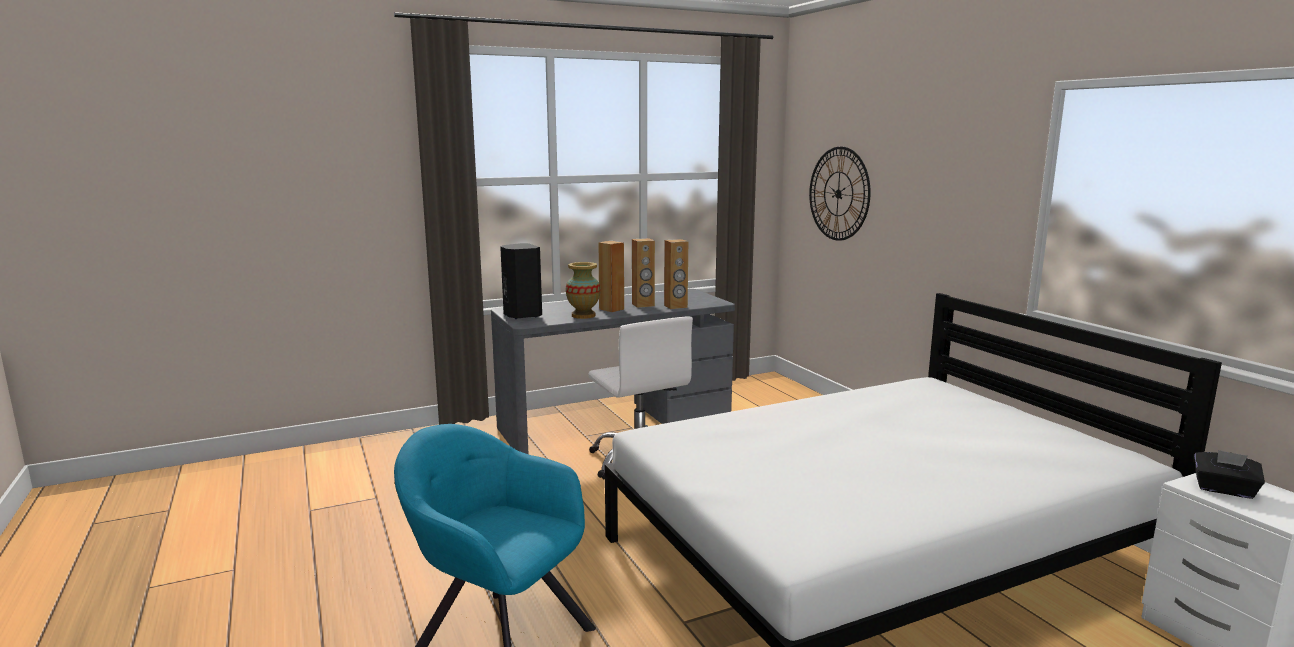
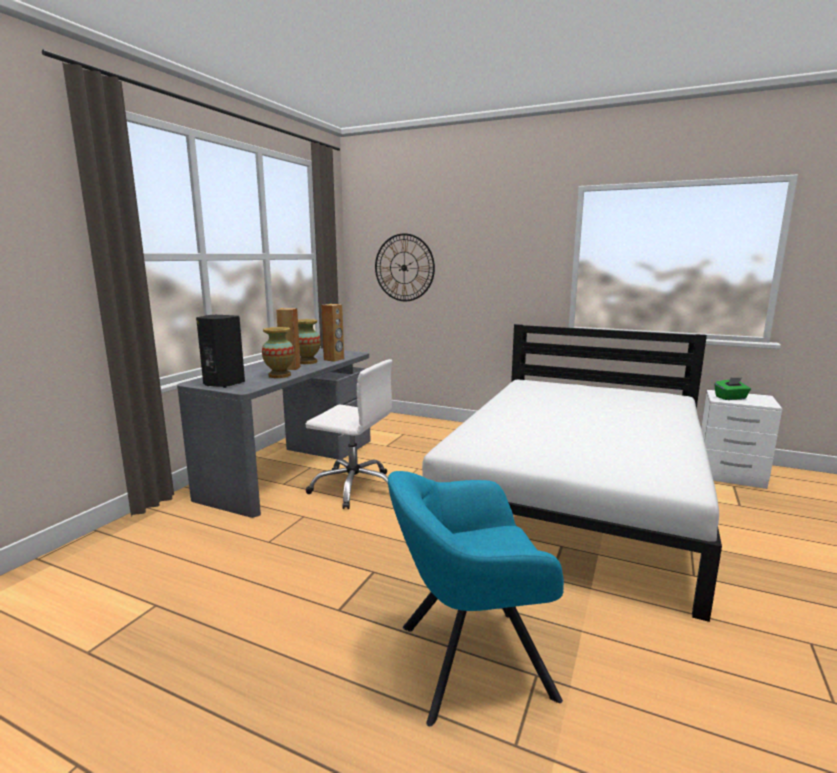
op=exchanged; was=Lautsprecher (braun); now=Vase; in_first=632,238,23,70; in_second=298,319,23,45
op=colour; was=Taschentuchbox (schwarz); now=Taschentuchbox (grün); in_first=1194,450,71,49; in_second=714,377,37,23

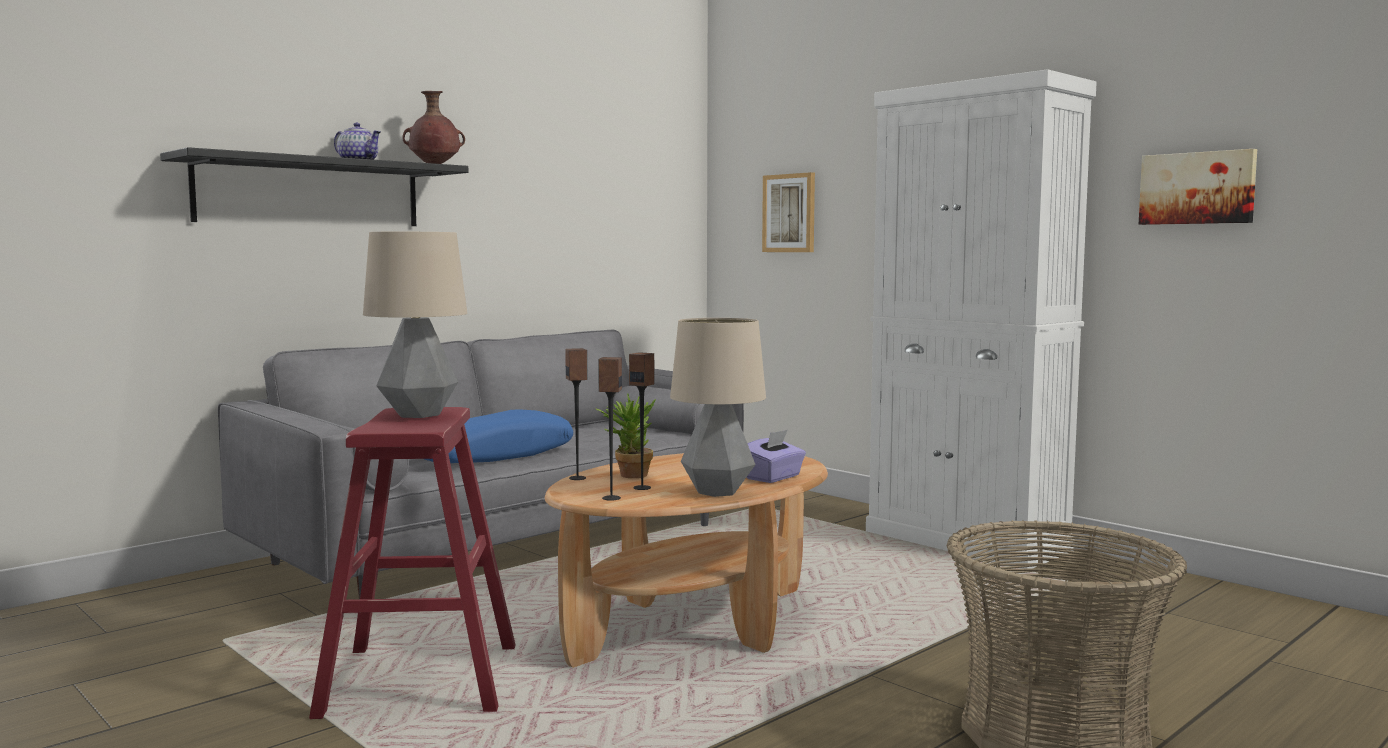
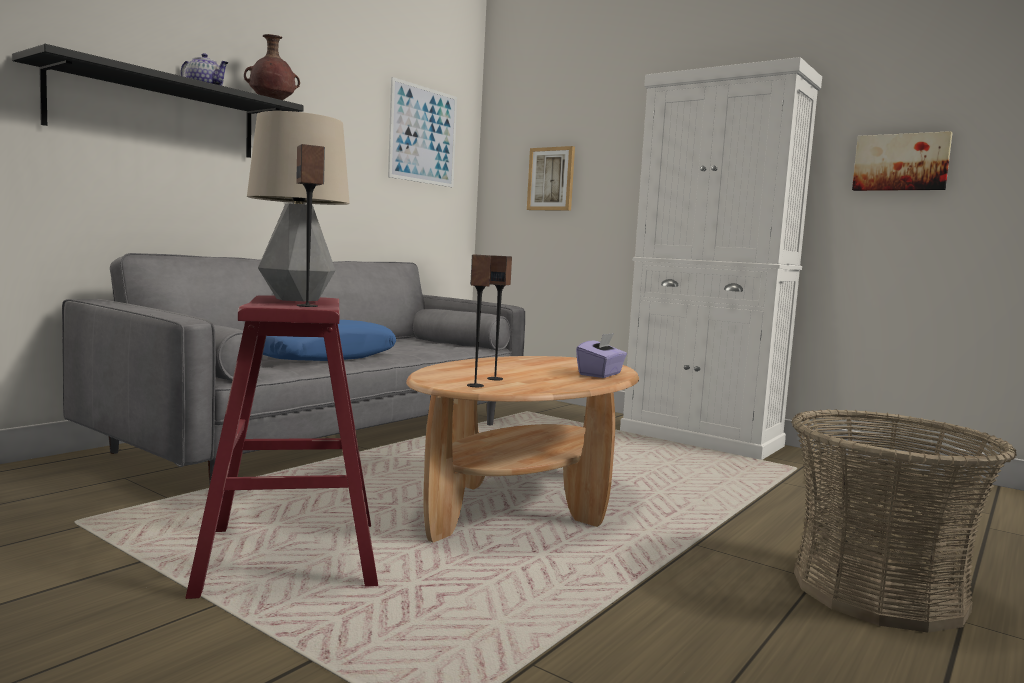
op=relocated; was=Lautsprecher; in_first=565,348,23,132; in_second=296,144,29,163
op=appeared; now=Bild; in_second=388,77,69,110
op=missing; was=Topfpflanze; in_first=596,393,60,85
op=missing; was=Tischlampe; in_first=670,318,96,179

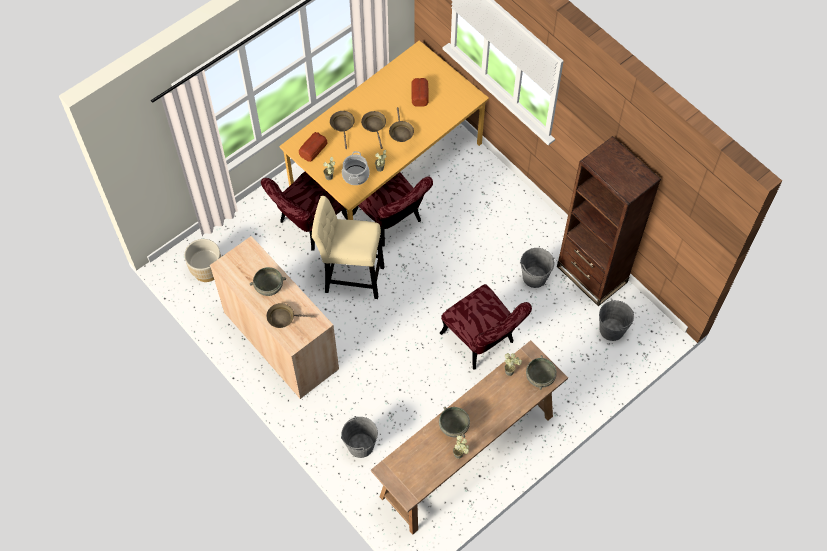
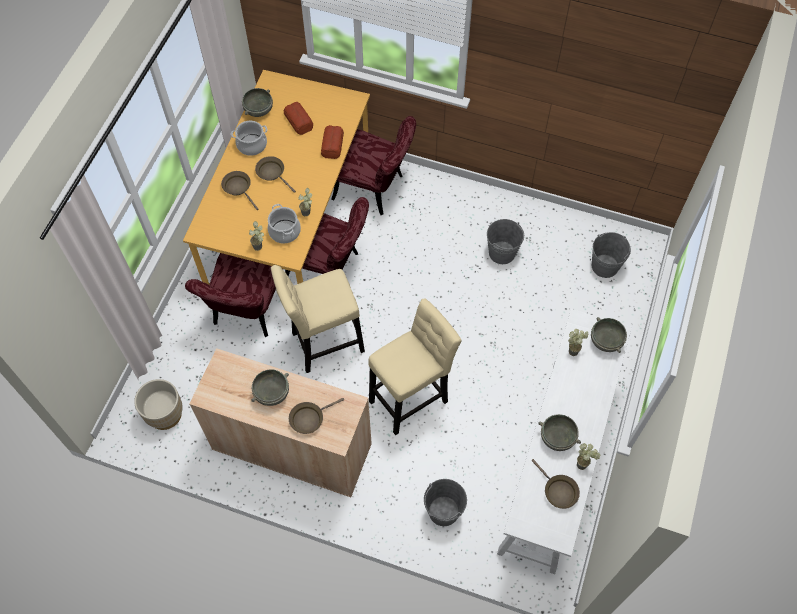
op=appeared; now=Kochtopf; in_second=231,121,36,35
op=appeared; now=Schüssel (grau); in_second=242,88,31,29
op=relocated; was=Brot; in_first=299,132,29,30; in_second=321,125,23,34
op=relocated; was=Stuhl (rot); in_first=440,284,92,86; in_second=331,116,85,99
op=appeared; now=Hocker (beige); in_second=368,298,94,137
op=colour; was=Konsolentisch (braun); now=Konsolentisch (weiß); in_first=371,340,197,195; in_second=497,309,135,265
op=relocated; was=Pfanne (braun); in_first=389,107,25,35; in_second=531,459,49,50
op=missing; was=Bücherregal (braun); in_first=557,136,104,170

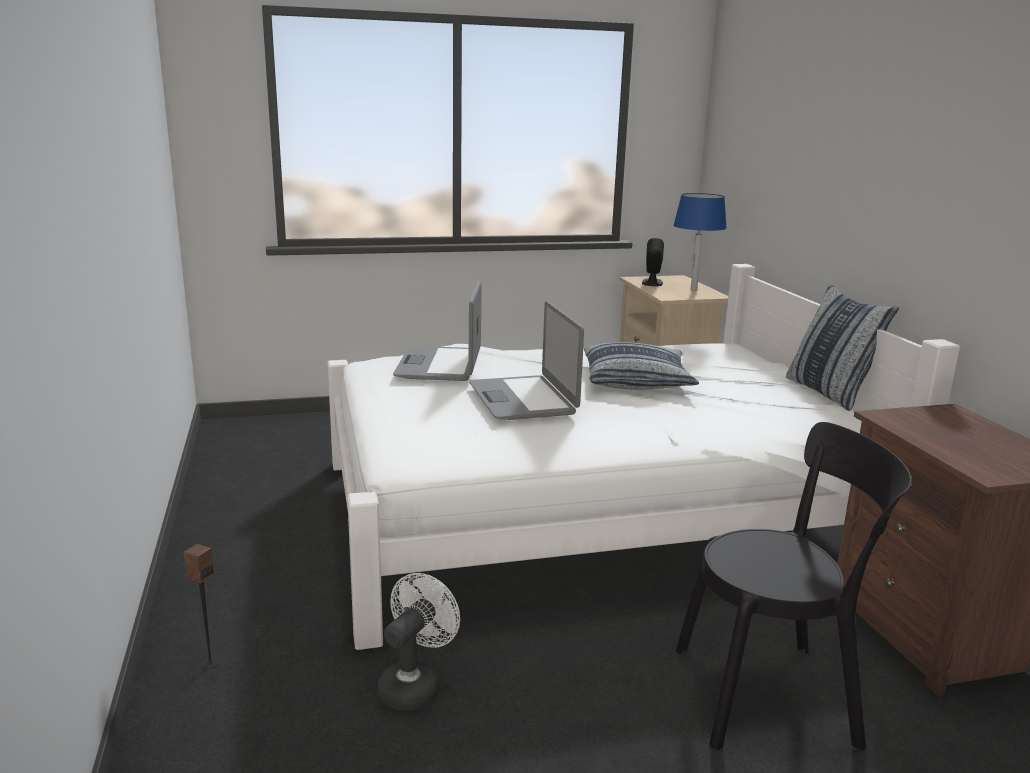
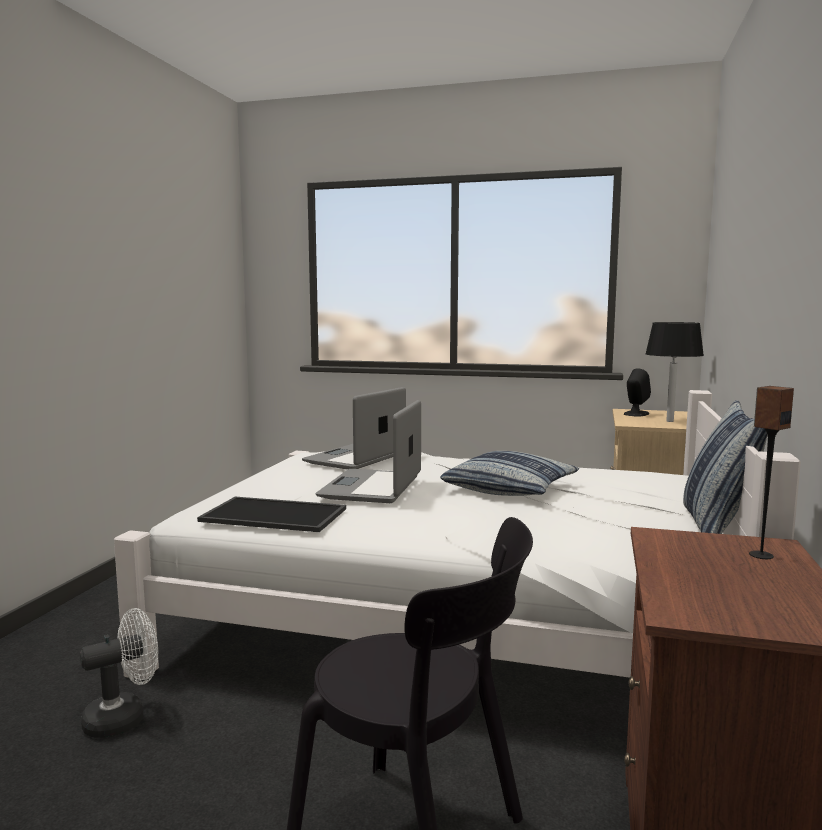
op=appeared; now=Tablett; in_second=197,497,149,35
op=colour; was=Tischlampe (blau); now=Tischlampe (schwarz); in_first=673,193,54,98; in_second=645,322,59,100
op=relocated; was=Lautsprecher; in_first=184,544,35,125; in_second=749,386,45,173

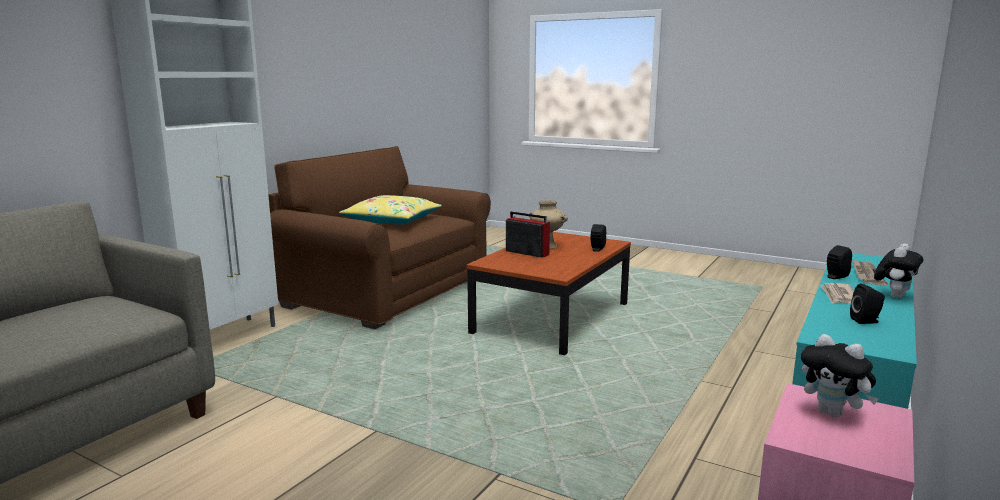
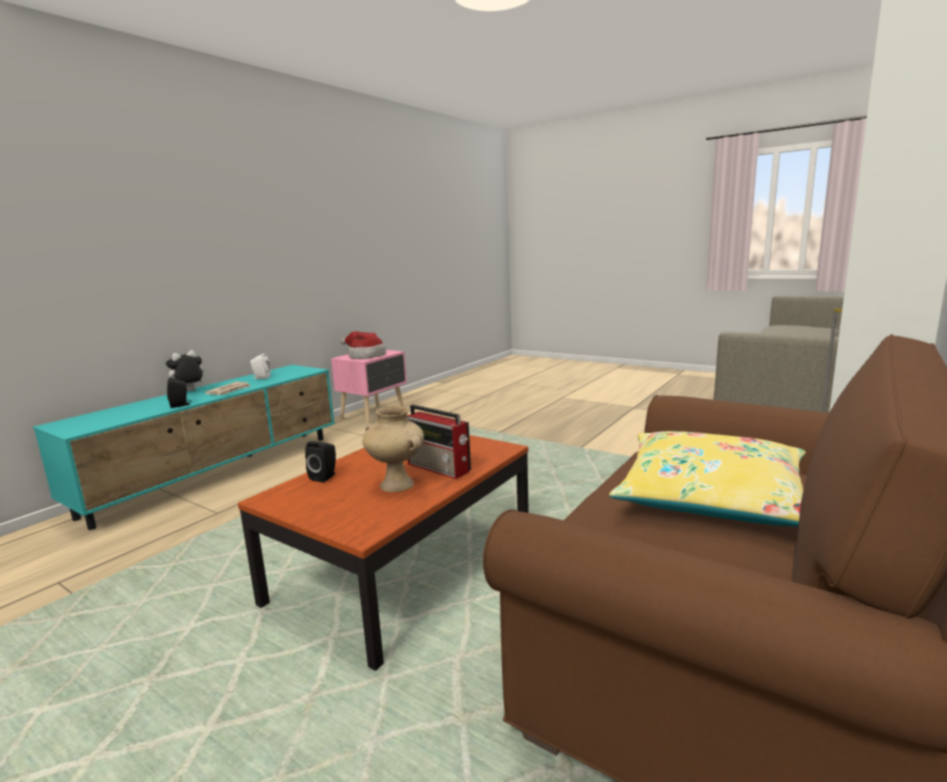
op=colour; was=Lautsprecher (schwarz); now=Lautsprecher (weiß); in_first=850,283,35,41; in_second=250,354,21,25
op=exchanged; was=Plüschtier; now=Hut; in_first=801,334,77,83; in_second=340,331,46,28
op=missing; was=Zeitung; in_first=852,259,36,26

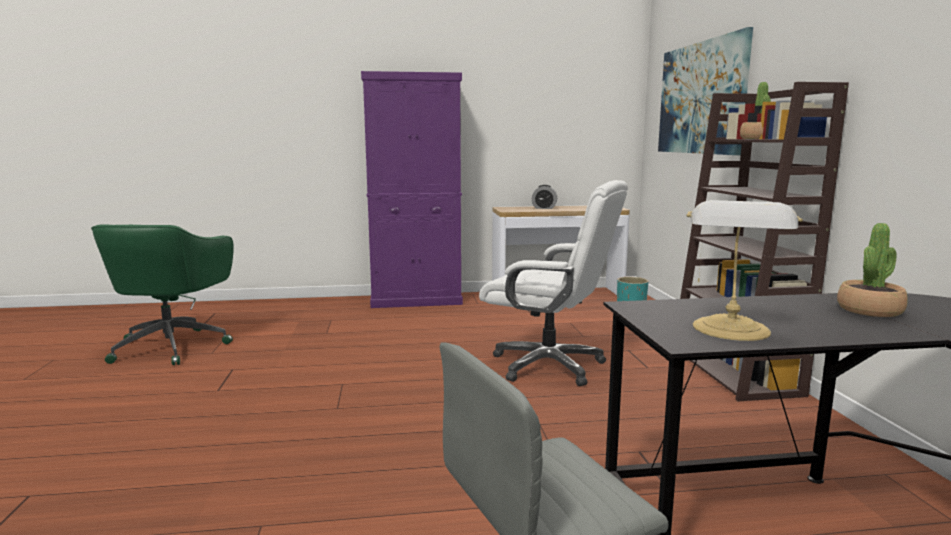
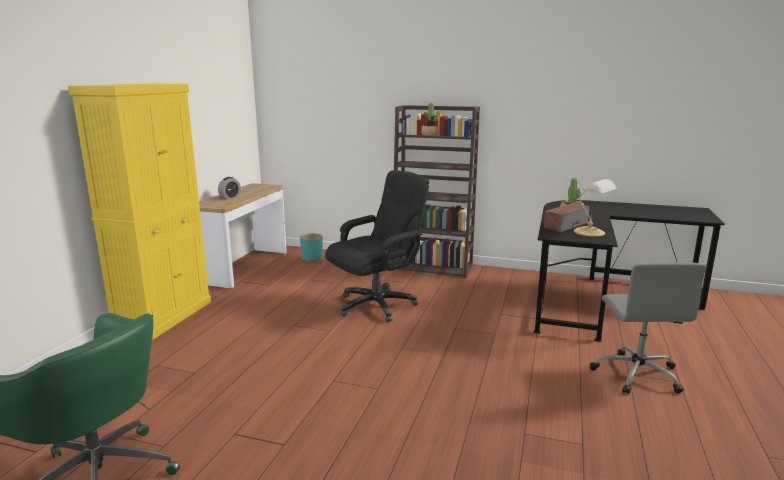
op=colour; was=Schrank (lila); now=Schrank (gelb); in_first=361,71,102,237; in_second=68,84,143,256
op=colour; was=Bürostuhl (weiß); now=Bürostuhl (schwarz); in_first=479,180,149,206; in_second=325,170,104,152
op=appeared; now=Lautsprecher; in_second=544,203,45,29
op=missing; was=Bild; in_first=658,27,95,128

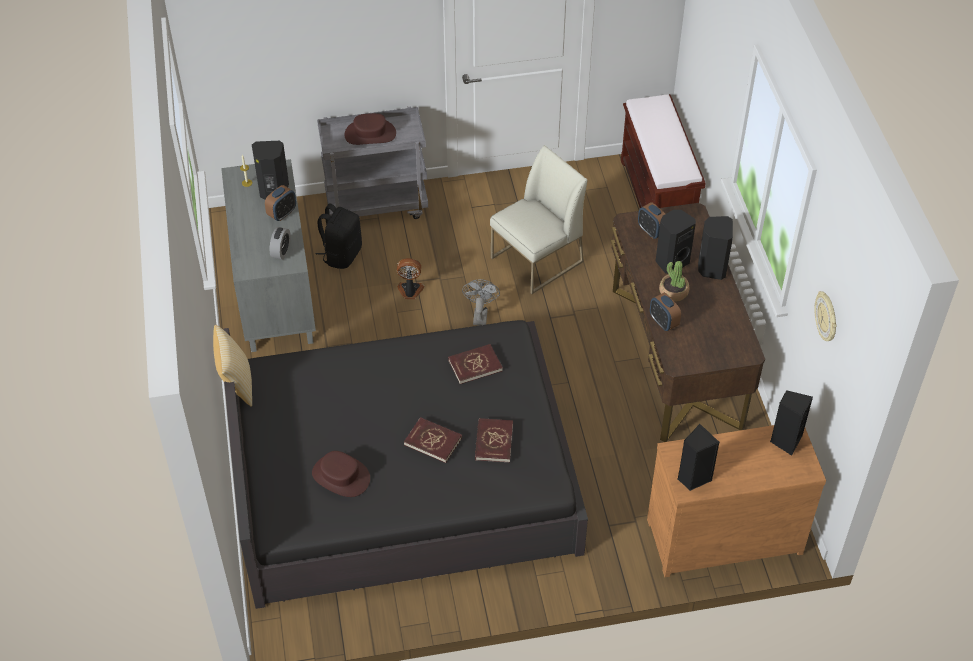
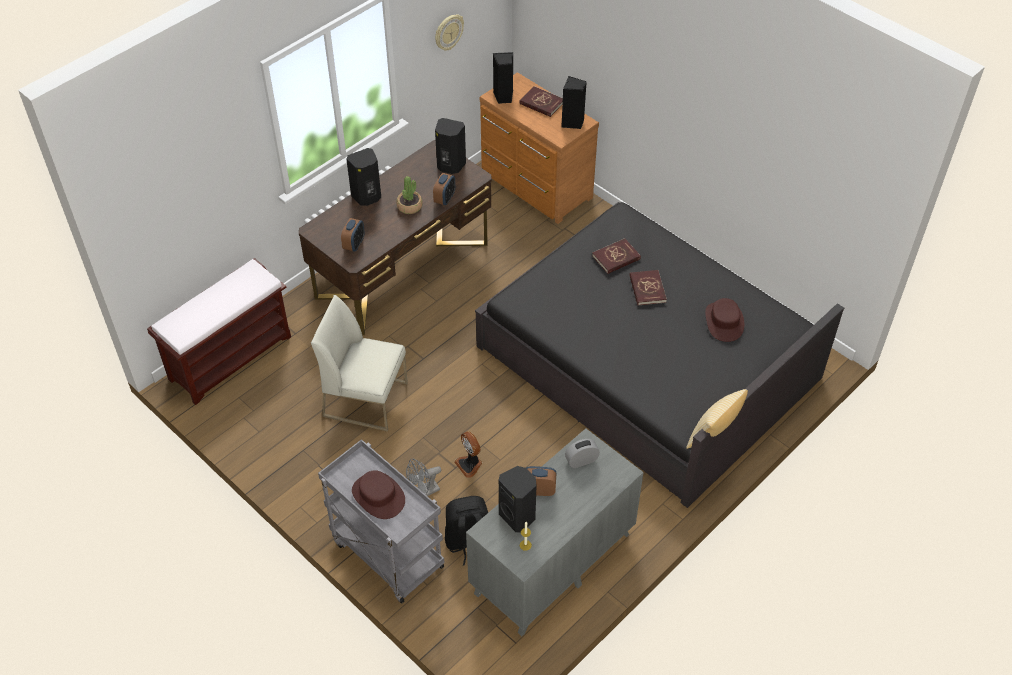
op=relocated; was=Ventilator (grau); in_first=462,279,38,46; in_second=406,459,35,37
op=relocated; was=Lautsprecher (schwarz); in_first=656,210,40,64; in_second=435,118,31,56
op=relocated; was=Buch (rot); in_first=448,344,55,40; in_second=519,86,44,31

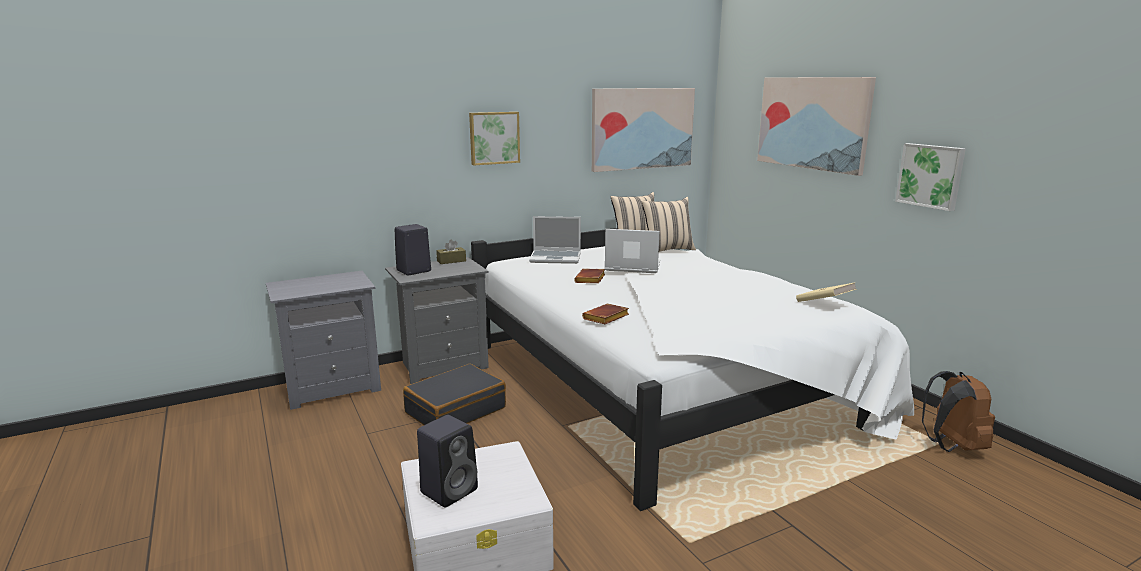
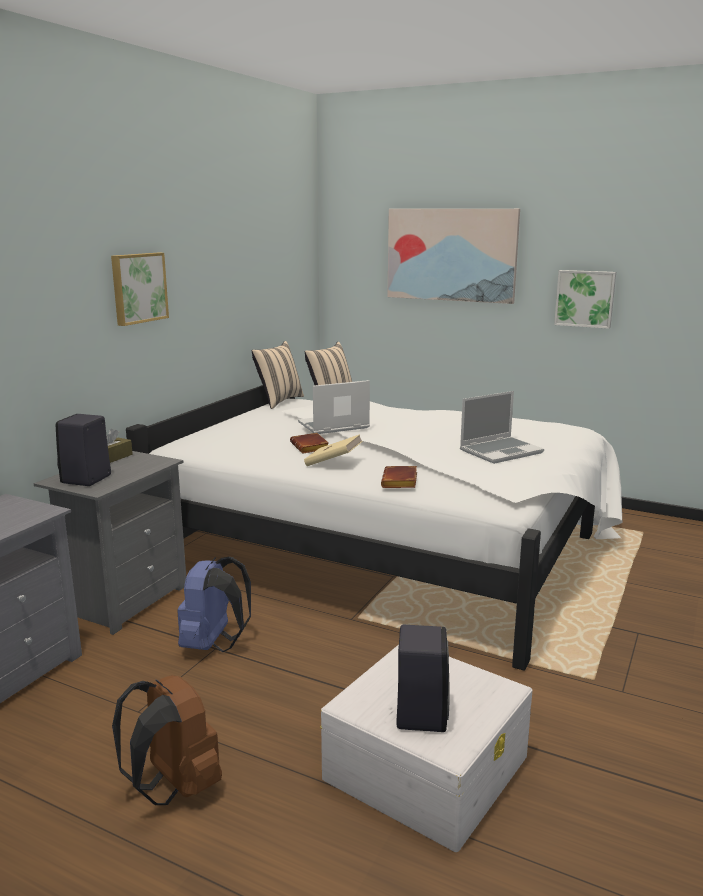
op=relocated; was=Rucksack (braun); in_first=922,371,73,81; in_second=112,675,110,130
op=exchanged; was=Koffer (schwarz); now=Rucksack (blau); in_first=403,364,103,61; in_second=177,557,74,95
op=relocated; was=Buch (beige); in_first=796,283,61,19; in_second=304,434,59,32
op=relocated; was=Laptop; in_first=529,216,52,48; in_second=460,391,84,73
op=missing; was=Bild; in_first=592,88,103,84

